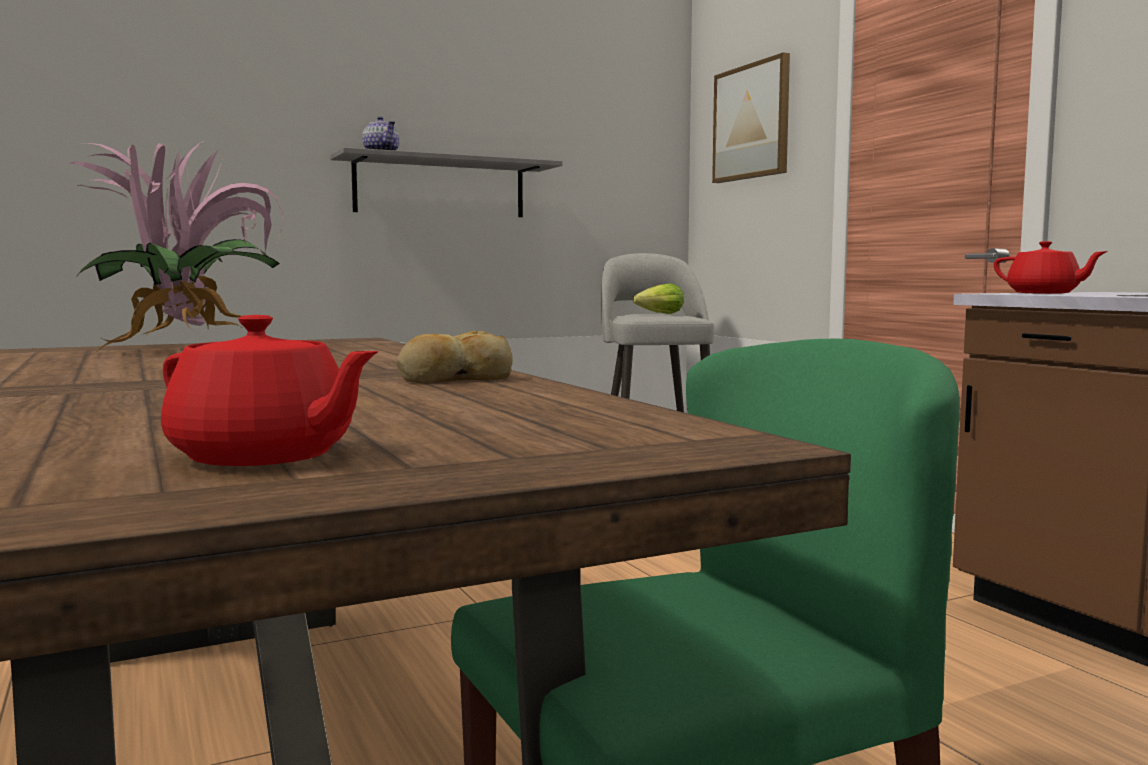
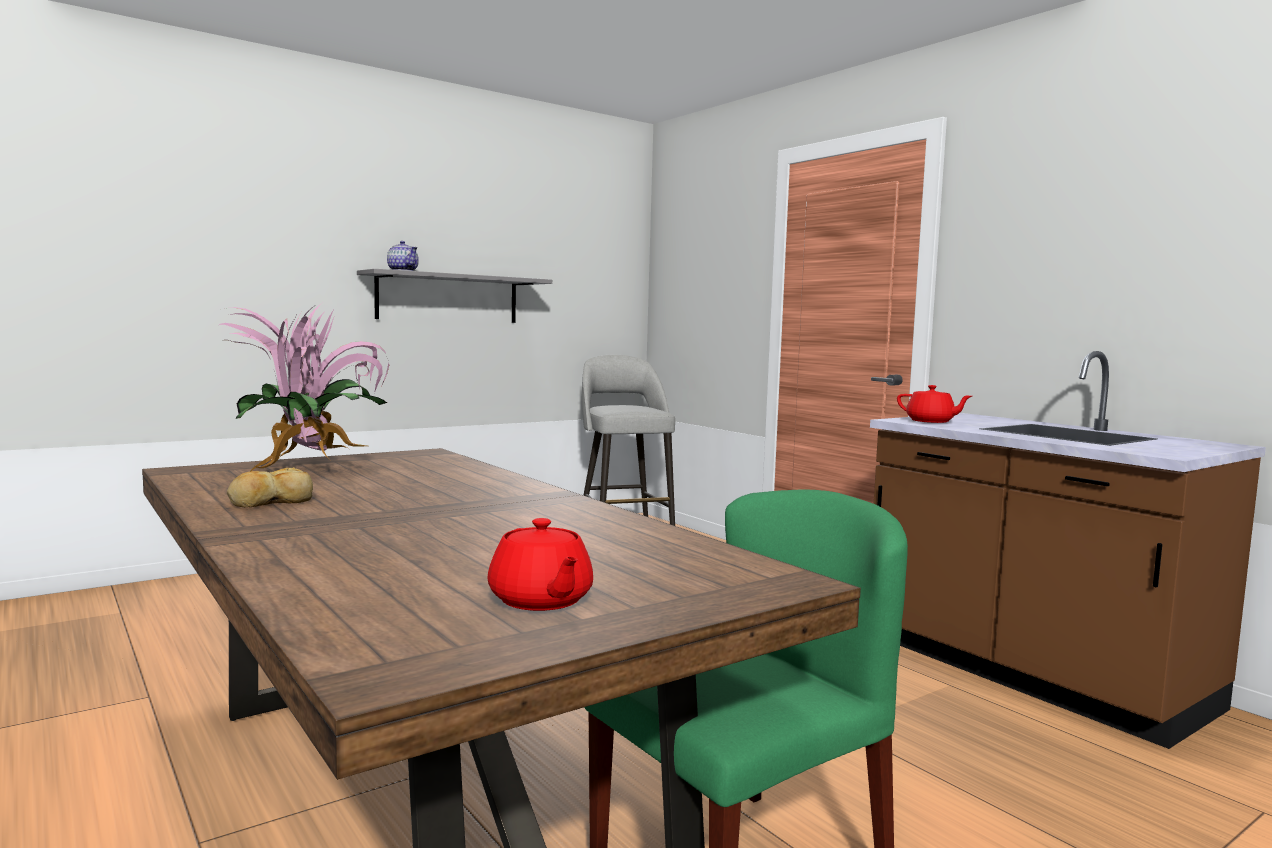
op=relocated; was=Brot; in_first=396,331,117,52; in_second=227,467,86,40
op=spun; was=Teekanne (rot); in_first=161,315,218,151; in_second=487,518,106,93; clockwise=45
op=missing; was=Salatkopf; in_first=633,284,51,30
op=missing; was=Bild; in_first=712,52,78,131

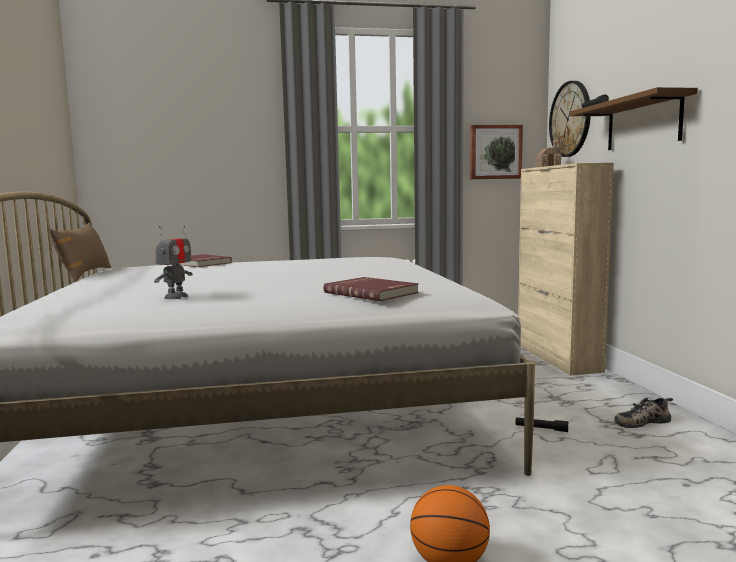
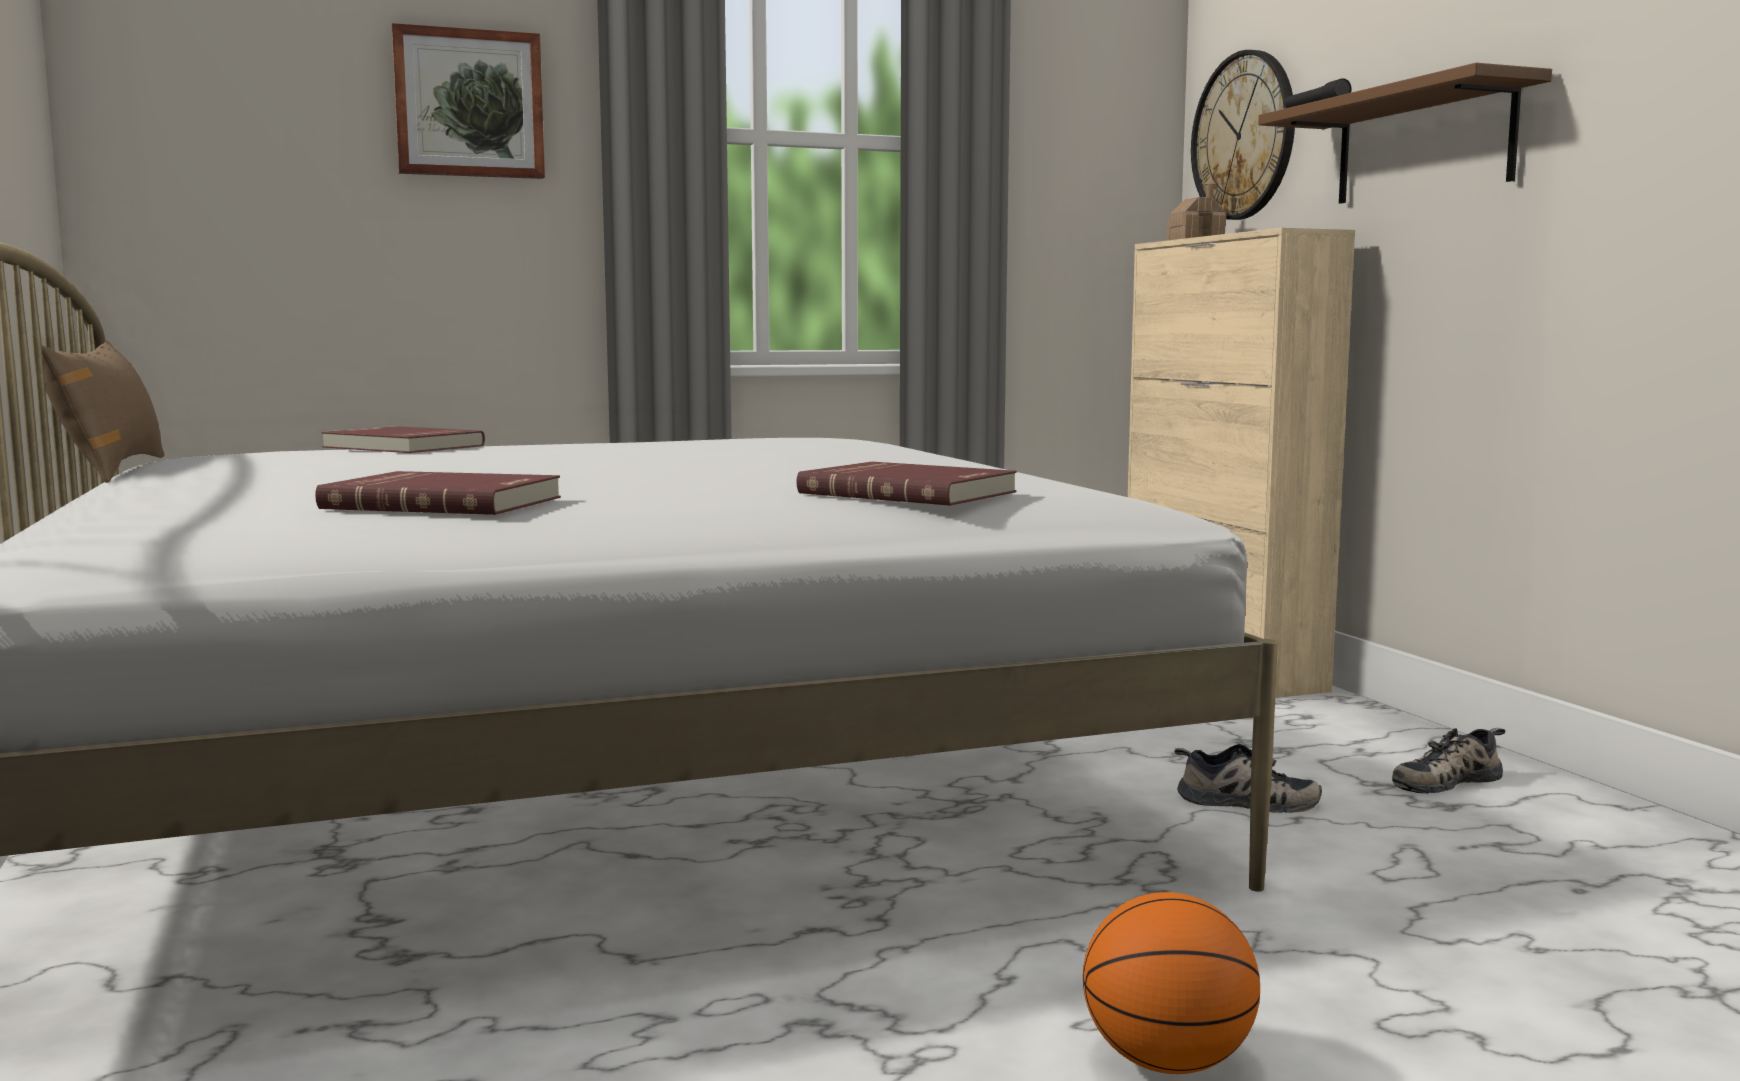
op=exchanged; was=Spielzeugroboter; now=Buch (rot); in_first=154,226,39,73; in_second=315,471,246,44
op=relocated; was=Bild; in_first=470,125,53,54; in_second=391,23,154,156
op=exchanged; was=Taschenlampe (schwarz); now=Schuh; in_first=515,417,53,15; in_second=1174,744,148,69

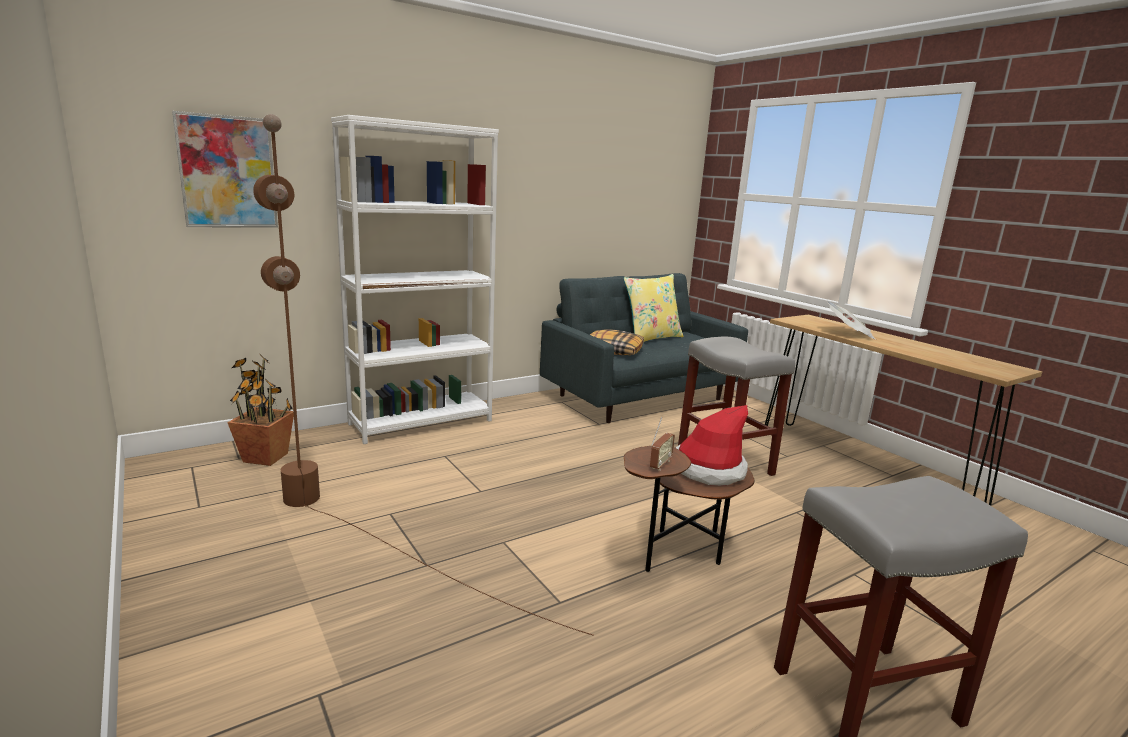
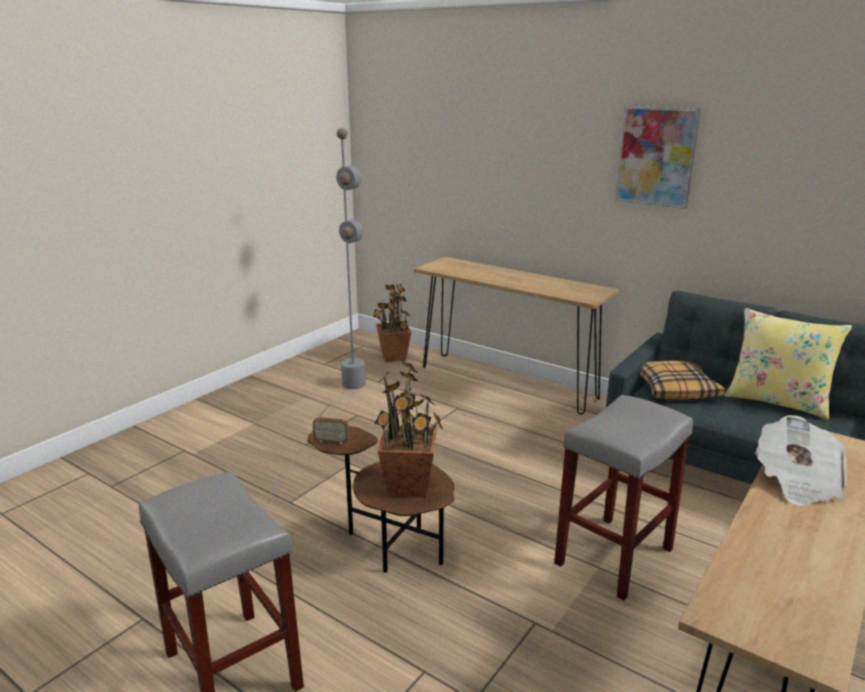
op=colour; was=Stehlampe (braun); now=Stehlampe (grau); in_first=253,114,341,522; in_second=264,128,102,381
op=exchanged; was=Hut; now=Topfpflanze; in_first=676,405,72,81; in_second=374,361,69,137
op=exchanged; was=Bücherregal (weiß); now=Konsolentisch (braun); in_first=331,115,168,329; in_second=414,257,205,158
op=relocated; was=Bild; in_first=172,111,106,117; in_second=615,106,86,103

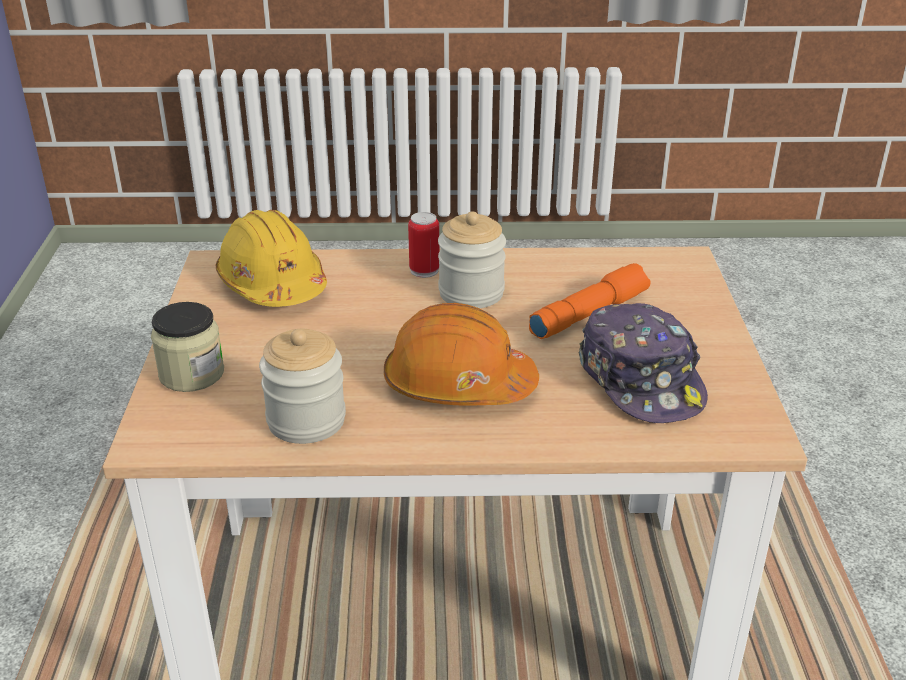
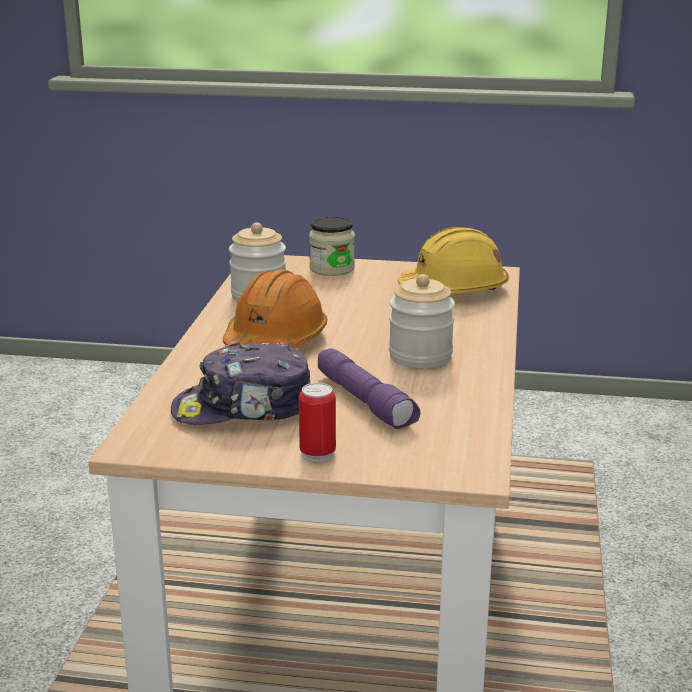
op=relocated; was=Dose; in_first=408,212,31,66; in_second=299,383,37,79
op=colour; was=Taschenlampe (orange); now=Taschenlampe (lila); in_first=529,263,122,76; in_second=318,348,102,81

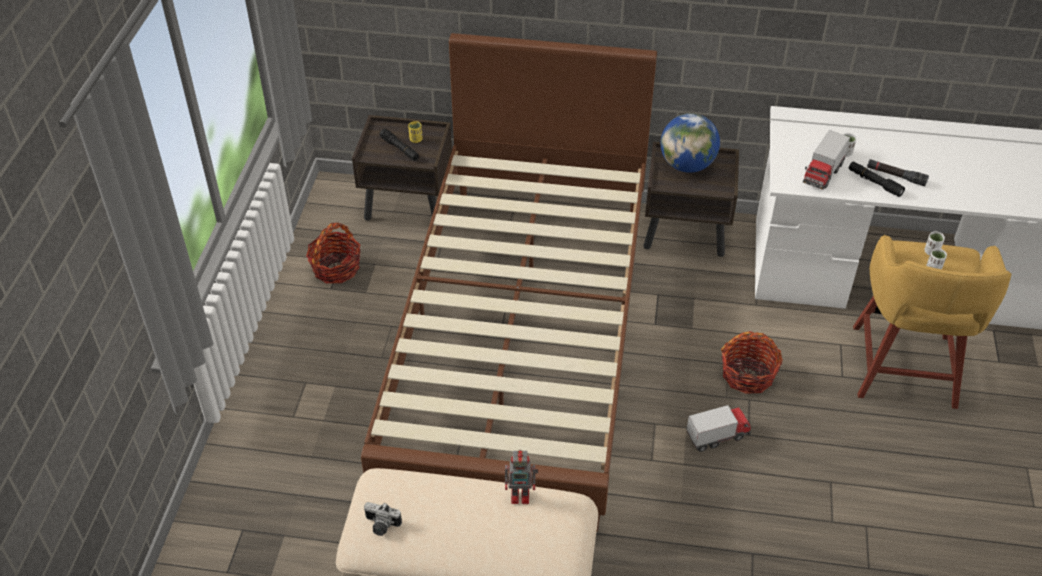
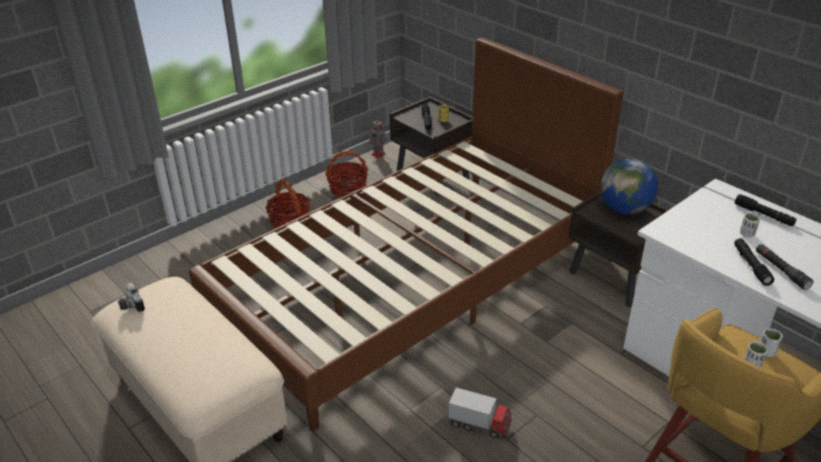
op=relocated; was=Korb; in_first=721,331,62,63; in_second=266,179,44,49
op=relocated; was=Spielzeugroboter; in_first=505,450,33,54; in_second=369,118,18,40
op=appeared; now=Taschenlampe (schwarz); in_second=735,194,61,32
op=missing; was=Spielzeuglaster; in_first=803,130,47,60

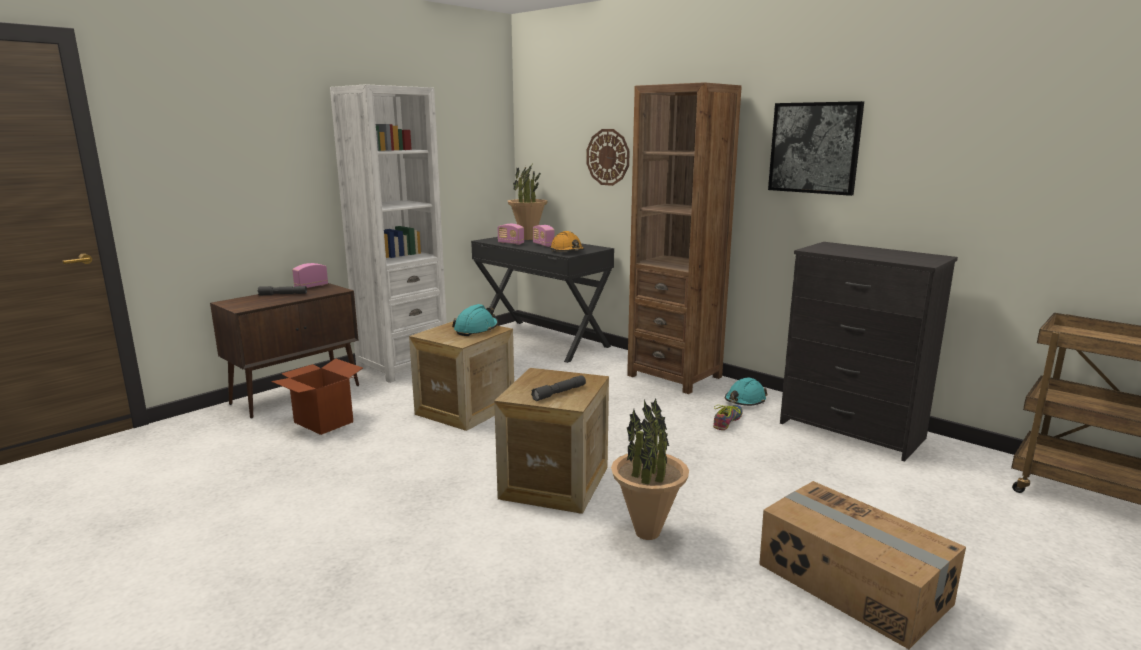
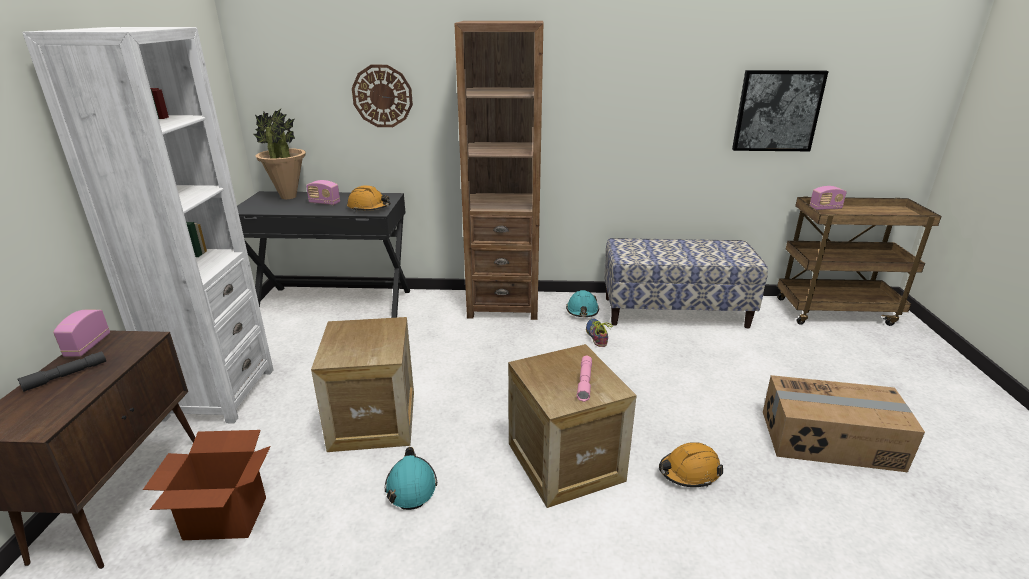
op=relocated; was=Schutzhelm (türkis); in_first=452,304,46,32; in_second=384,447,53,63
op=colour; was=Taschenlampe (grau); now=Taschenlampe (rosa); in_first=531,375,55,26; in_second=577,356,15,46
op=exchanged; was=Kommode (schwarz); now=Bank; in_first=780,242,178,219; in_second=604,238,164,90
op=exchanged; was=Topfpflanze; now=Schutzhelm (orange); in_first=611,398,78,142; in_second=659,442,64,45
op=relocated; was=Bild; in_first=768,101,96,95; in_second=732,70,97,81
op=relocated; was=Radio; in_first=498,224,26,21; in_second=810,186,37,24

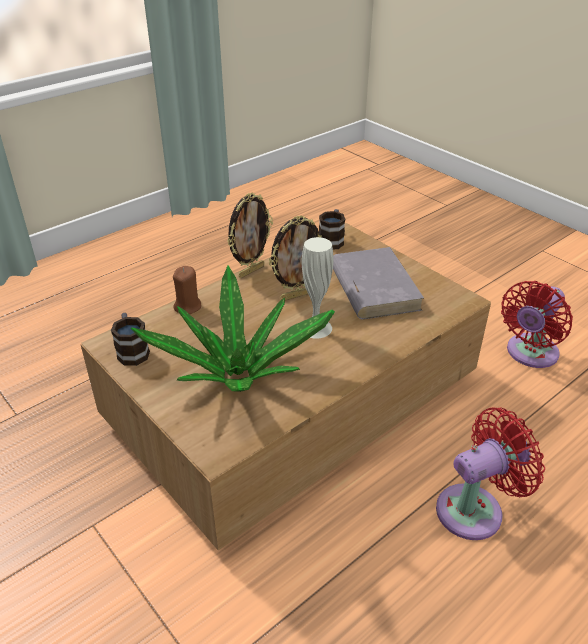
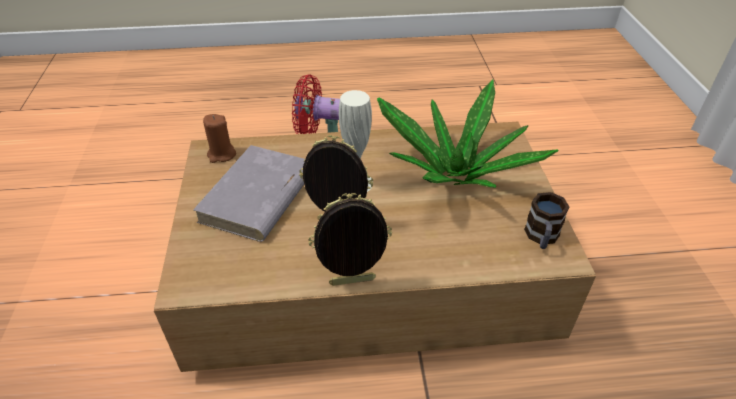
op=relocated; was=Kerze (braun); in_first=173,266,28,48; in_second=203,114,33,49
op=missing; was=Henkelbecher; in_first=319,209,26,41
op=missing; was=Ventilator (rot); in_first=501,281,72,87

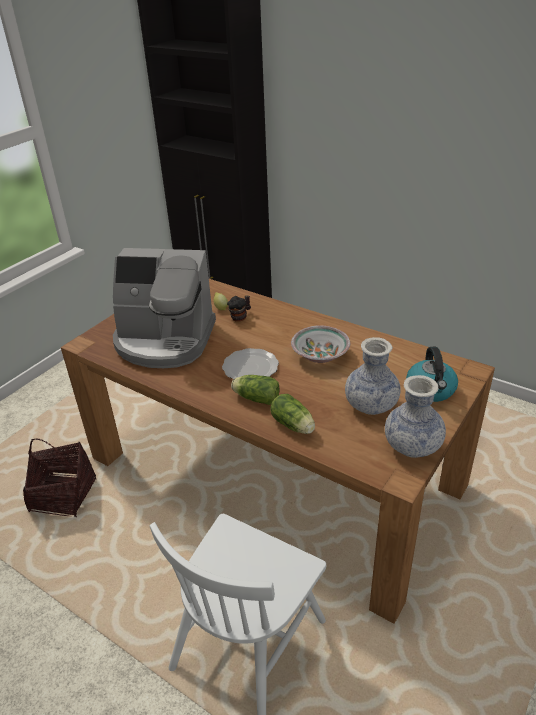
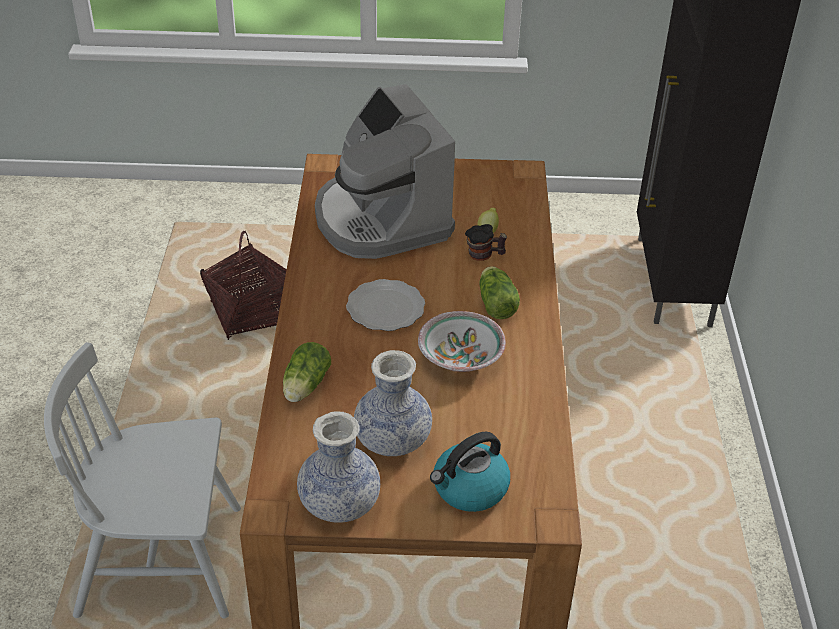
op=relocated; was=Salatkopf; in_first=231,375,49,30; in_second=479,266,41,53

